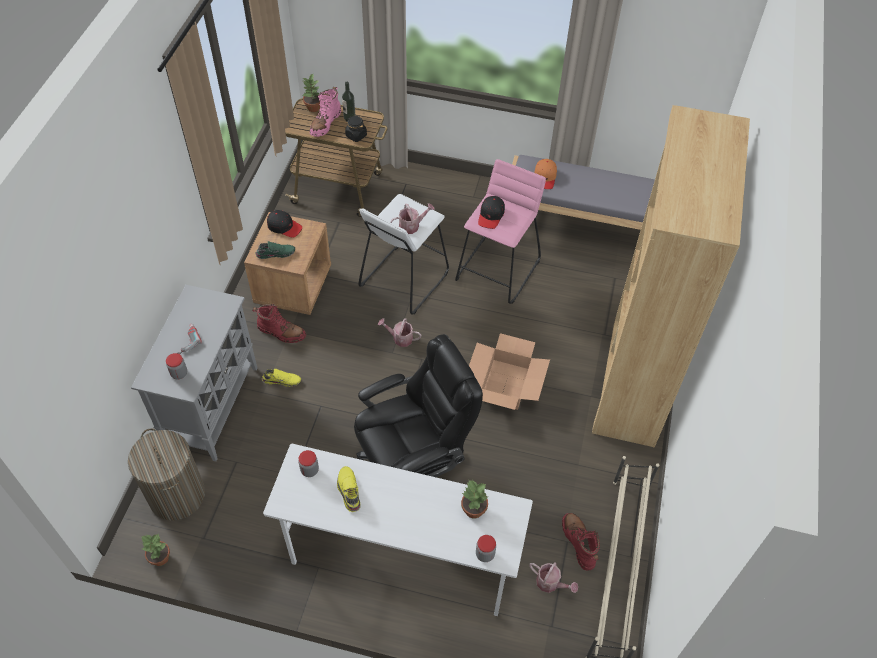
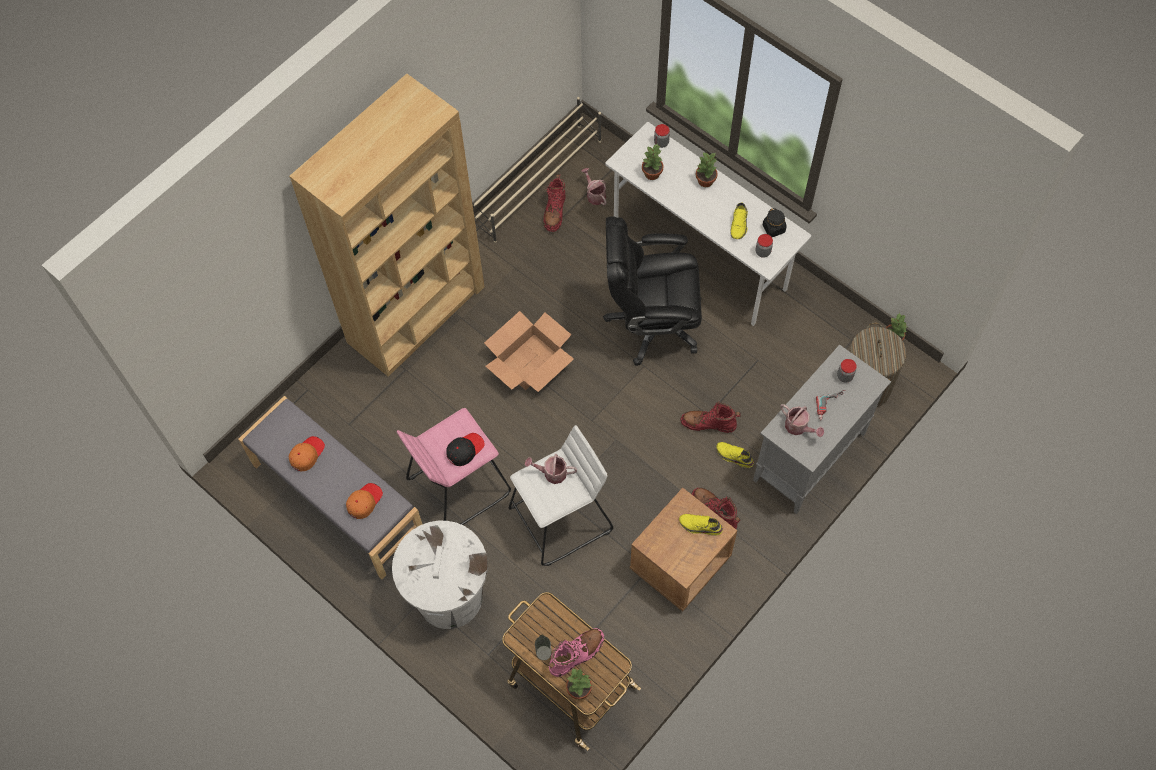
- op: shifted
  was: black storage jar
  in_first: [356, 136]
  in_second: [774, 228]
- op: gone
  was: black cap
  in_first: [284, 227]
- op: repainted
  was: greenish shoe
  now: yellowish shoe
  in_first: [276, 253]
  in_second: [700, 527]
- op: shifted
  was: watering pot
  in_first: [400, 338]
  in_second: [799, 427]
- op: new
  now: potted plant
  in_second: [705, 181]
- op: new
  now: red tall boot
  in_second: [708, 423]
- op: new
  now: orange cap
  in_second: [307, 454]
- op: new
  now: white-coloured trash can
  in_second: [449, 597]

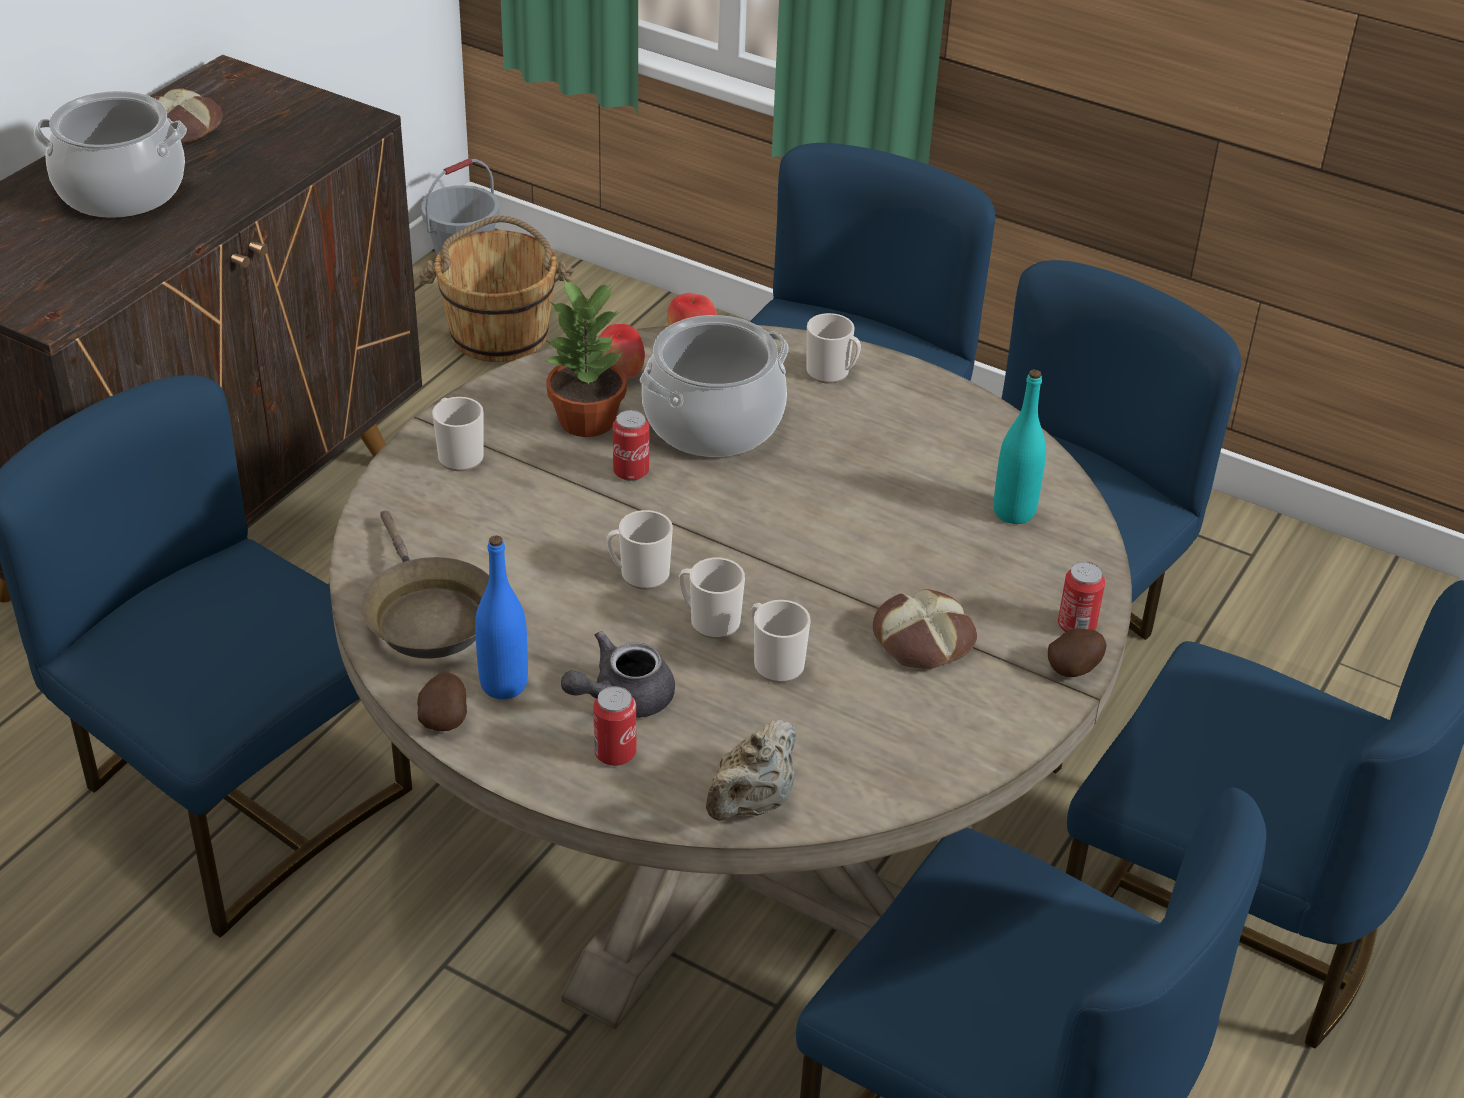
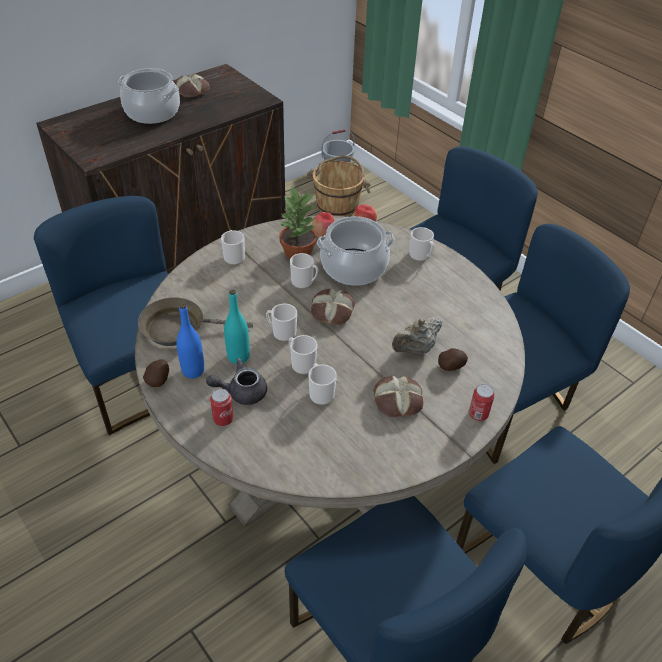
- op: shifted
  was: turquoise-coloured bottle
  in_first: [1014, 512]
  in_second: [238, 357]
- op: swapped
  was: can
  now: mug
  in_first: [631, 472]
  in_second: [304, 282]
- op: rotated
  was: brown pan
  in_first: [427, 615]
  in_second: [179, 328]
  clockwise: 90
- op: shifted
  was: potato
  in_first: [1075, 668]
  in_second: [451, 366]
- op: shifted
  was: beige-coloured tea pot
  in_first: [751, 804]
  in_second: [415, 350]
- op: new
  now: bakery bread
  in_second: [331, 311]

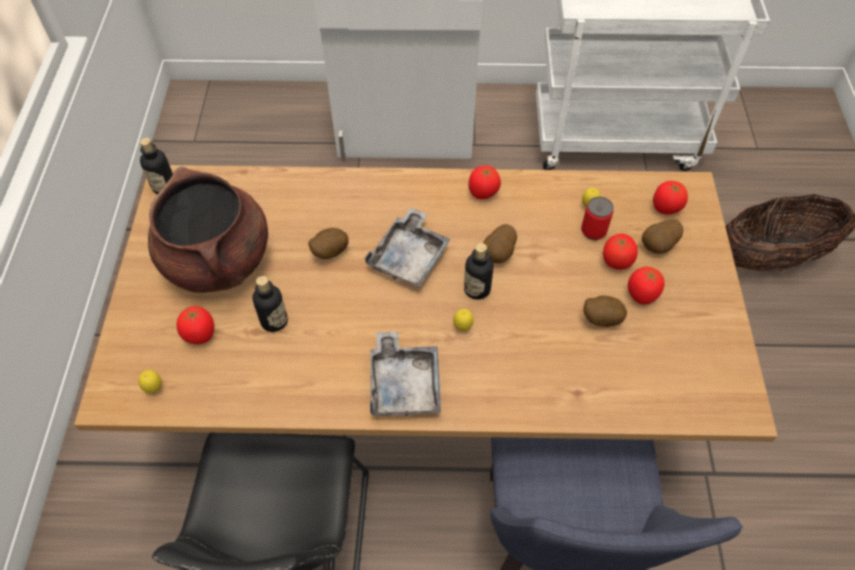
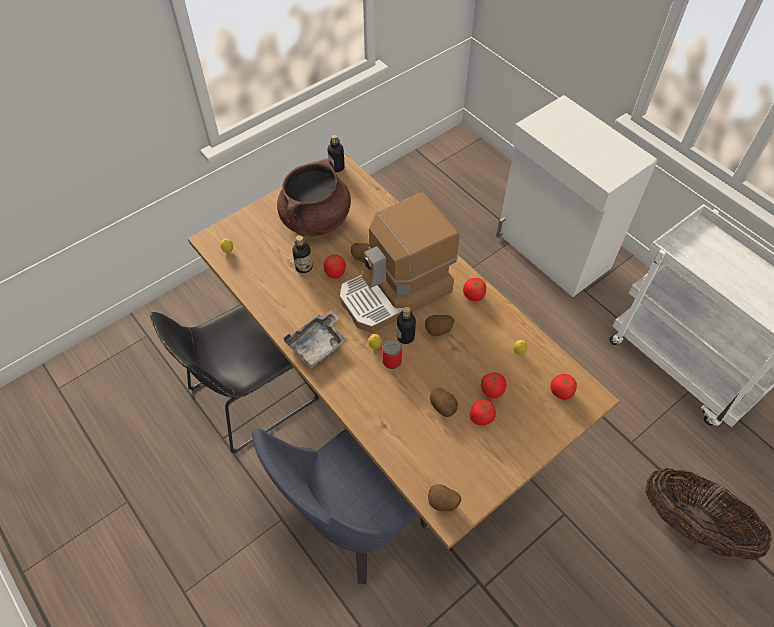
- op: shifted
  was: can
  in_first: [593, 231]
  in_second: [391, 361]
- op: swapped
  was: gray tray
  now: coffee maker
  in_first: [409, 257]
  in_second: [396, 293]
- op: shifted
  was: potato
  in_first: [659, 246]
  in_second: [442, 503]
- op: shifted
  was: fresh tomato
  in_first: [200, 334]
  in_second: [335, 273]

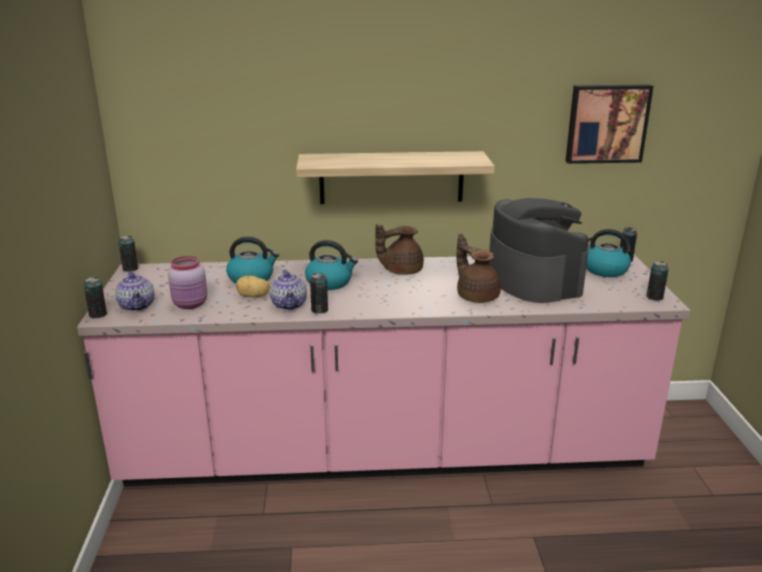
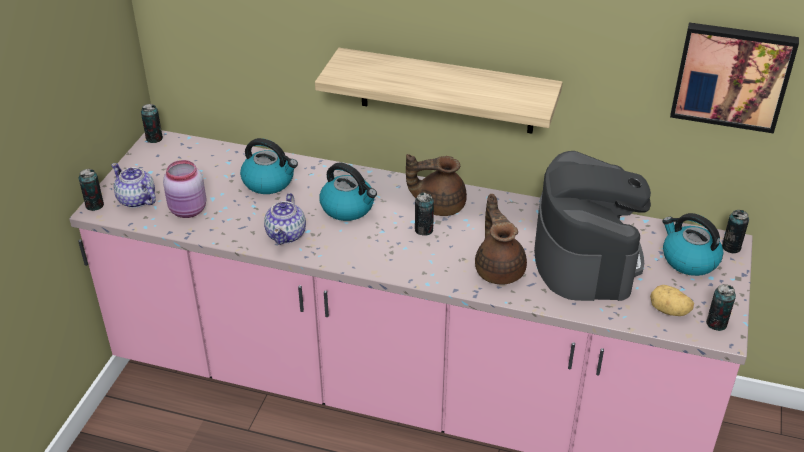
- op: rotated
  was: tea pot
  in_first: [137, 305]
  in_second: [136, 200]
  clockwise: 135
- op: shifted
  was: can
  in_first: [319, 310]
  in_second: [424, 230]
- op: shifted
  was: potato
  in_first: [253, 296]
  in_second: [669, 311]

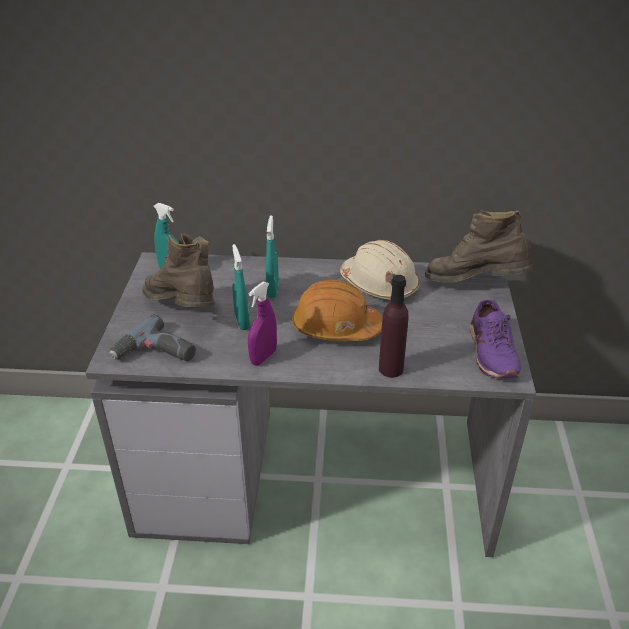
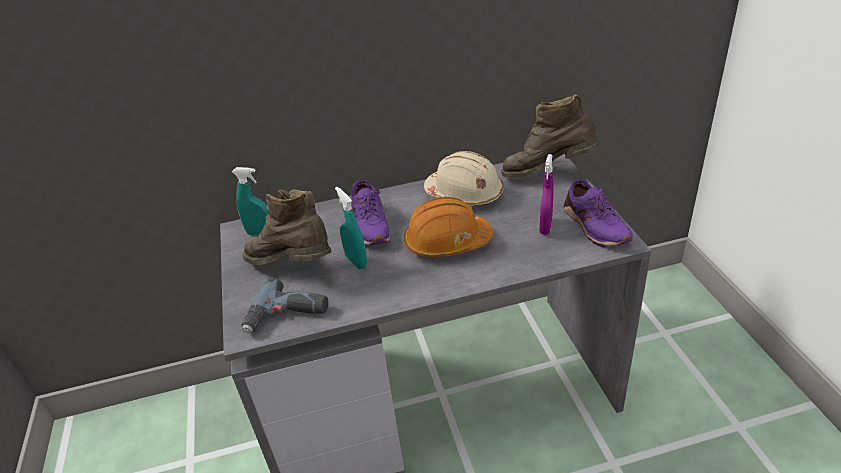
- op: swapped
  was: turquoise-coloured spray bottle
  now: purplish shoe
  in_first: [273, 290]
  in_second: [369, 225]
- op: gone
  was: purplish bottle
  in_first: [391, 369]
- op: shifted
  was: purplish spray bottle
  in_first: [263, 357]
  in_second: [545, 227]

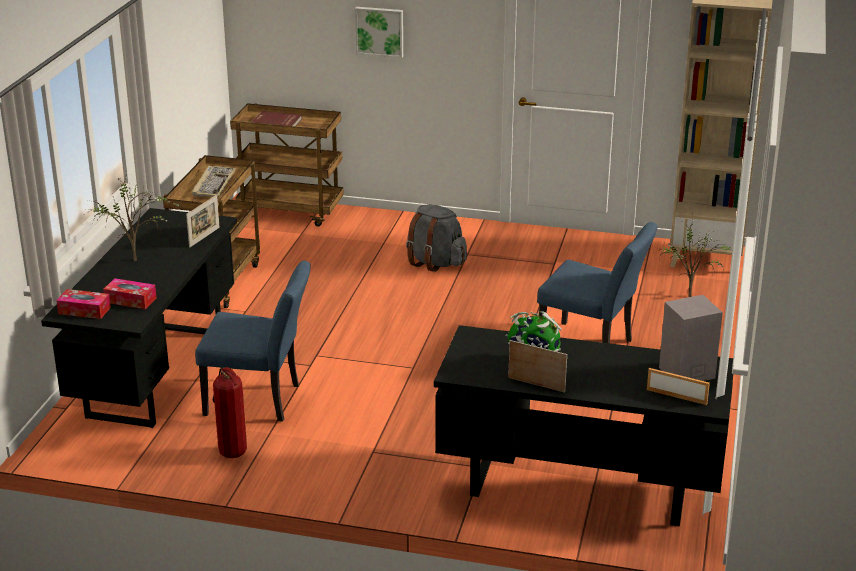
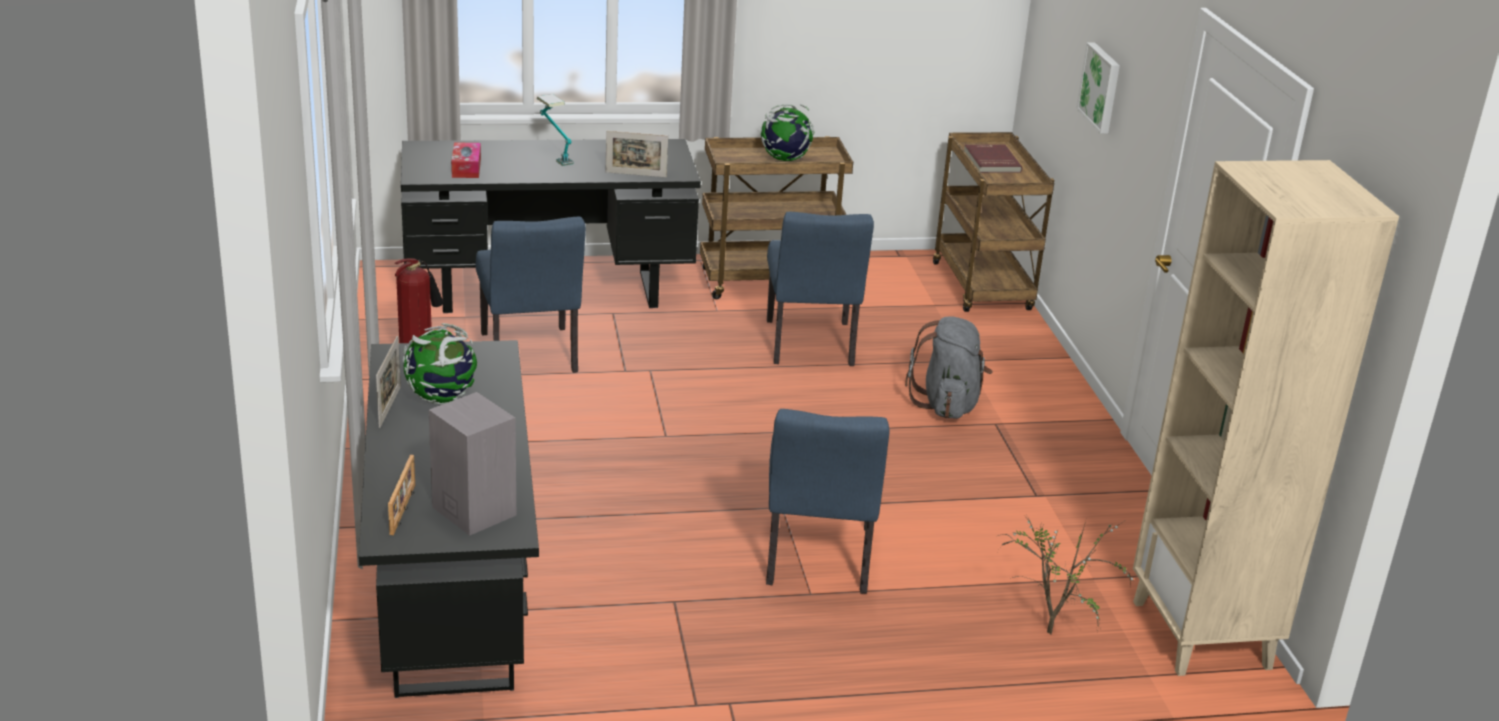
- op: swapped
  was: keyboard
  now: globe
  in_first: [213, 184]
  in_second: [784, 159]
- op: swapped
  was: potted plant
  now: tabletop lamp
  in_first: [137, 261]
  in_second: [554, 155]
- op: gone
  was: tissue holder
  in_first: [84, 310]
- op: new
  now: blue-coloured plain chair
  in_second: [810, 347]

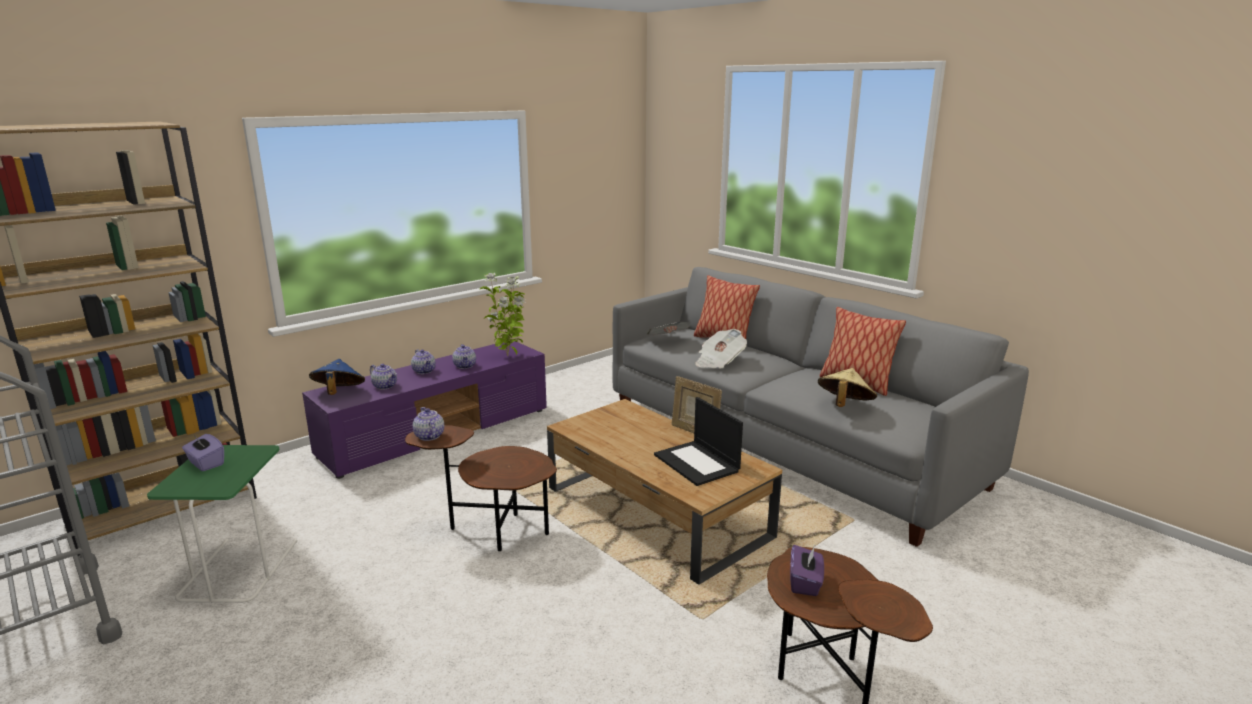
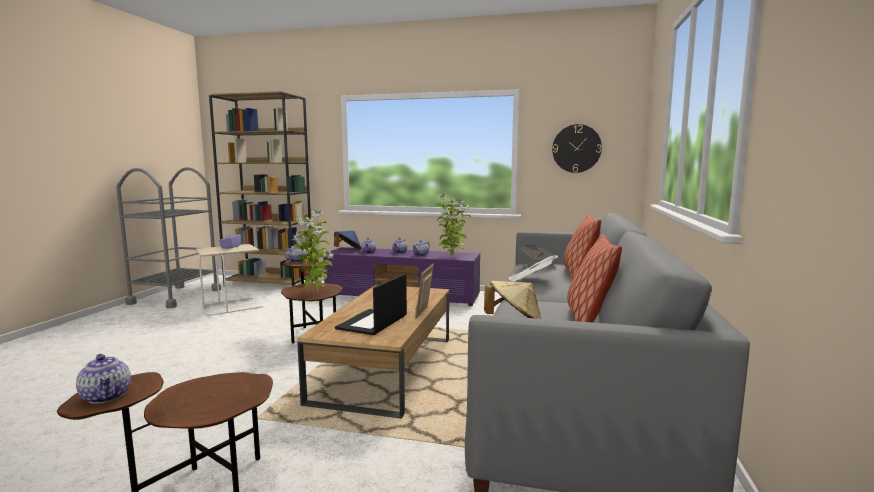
- op: repainted
  was: greenish side table
  now: beige-coloured side table
  in_first: [238, 570]
  in_second: [232, 307]
- op: gone
  was: purplish tissue holder
  in_first: [805, 583]
- op: new
  now: wall clock
  in_second: [576, 148]
- op: new
  now: potted plant
  in_second: [316, 293]
- op: new
  now: tea pot
  in_second: [107, 396]

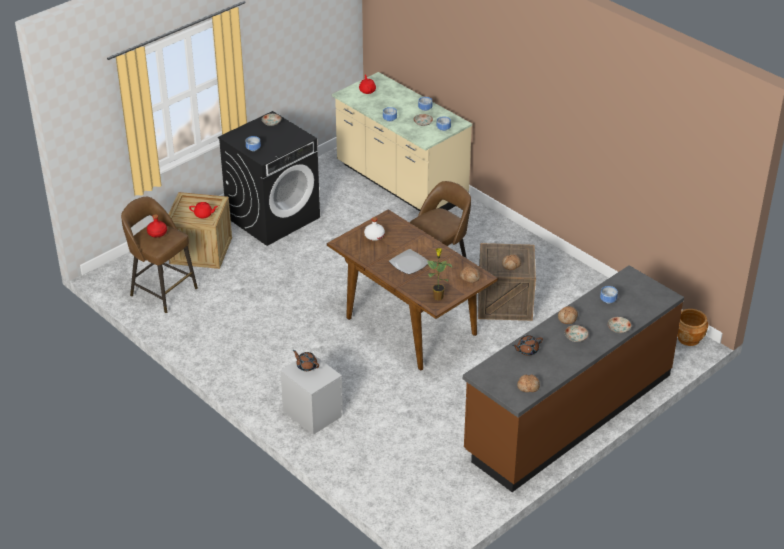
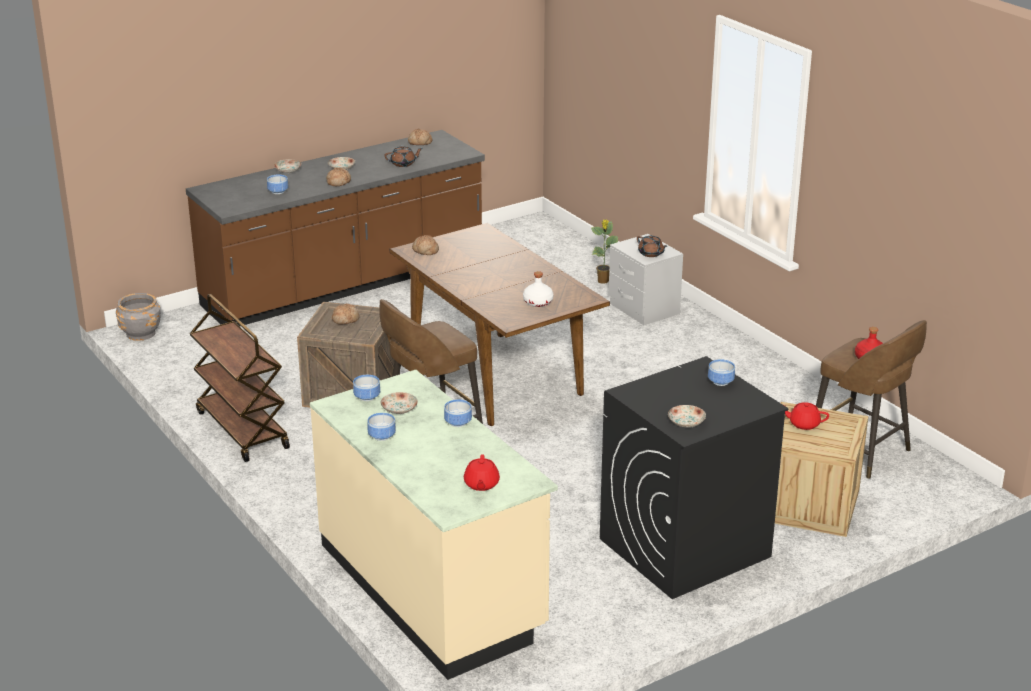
- op: shifted
  was: potted plant
  in_first: [438, 297]
  in_second: [603, 281]
- op: gone
  was: plate
  in_first: [409, 263]
- op: repainted
  was: brown planter
  now: gray planter
  in_first: [688, 338]
  in_second: [141, 333]
- op: new
  now: brown trolley
  in_second: [241, 429]

